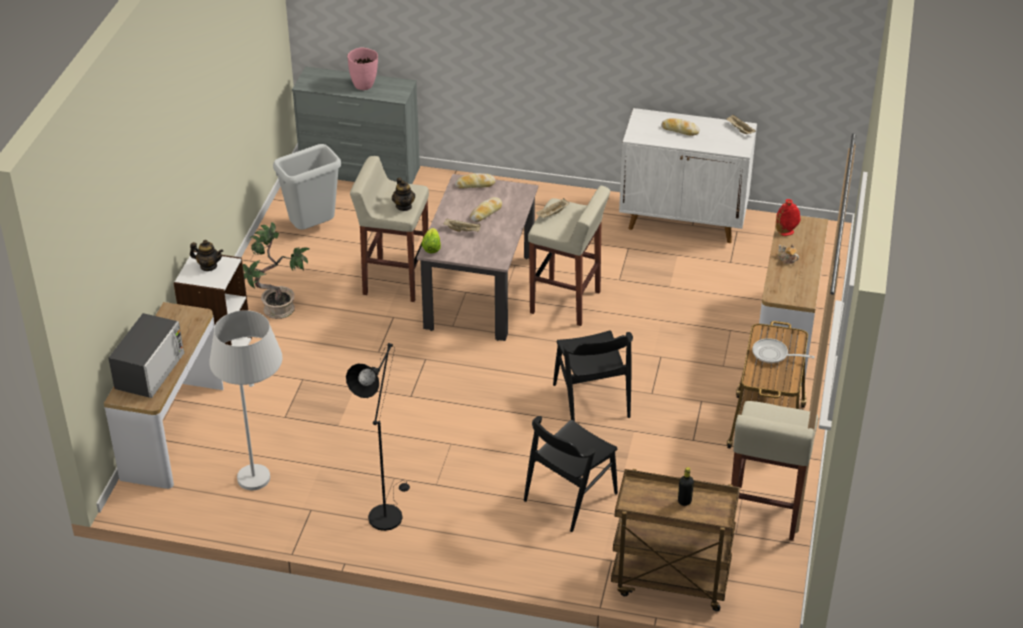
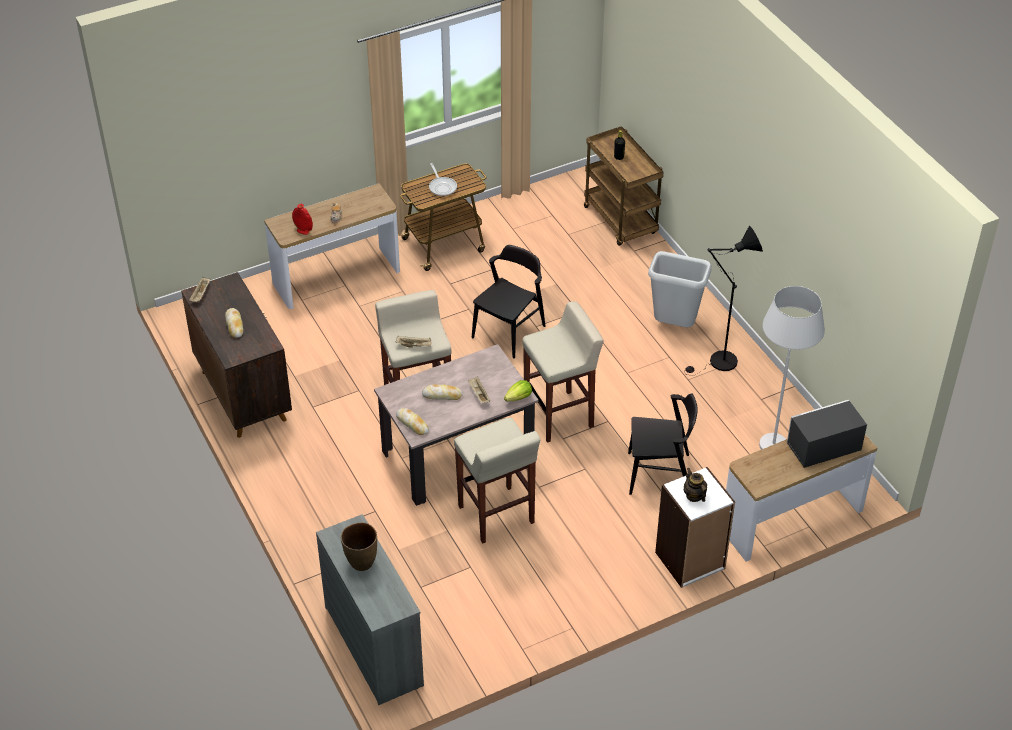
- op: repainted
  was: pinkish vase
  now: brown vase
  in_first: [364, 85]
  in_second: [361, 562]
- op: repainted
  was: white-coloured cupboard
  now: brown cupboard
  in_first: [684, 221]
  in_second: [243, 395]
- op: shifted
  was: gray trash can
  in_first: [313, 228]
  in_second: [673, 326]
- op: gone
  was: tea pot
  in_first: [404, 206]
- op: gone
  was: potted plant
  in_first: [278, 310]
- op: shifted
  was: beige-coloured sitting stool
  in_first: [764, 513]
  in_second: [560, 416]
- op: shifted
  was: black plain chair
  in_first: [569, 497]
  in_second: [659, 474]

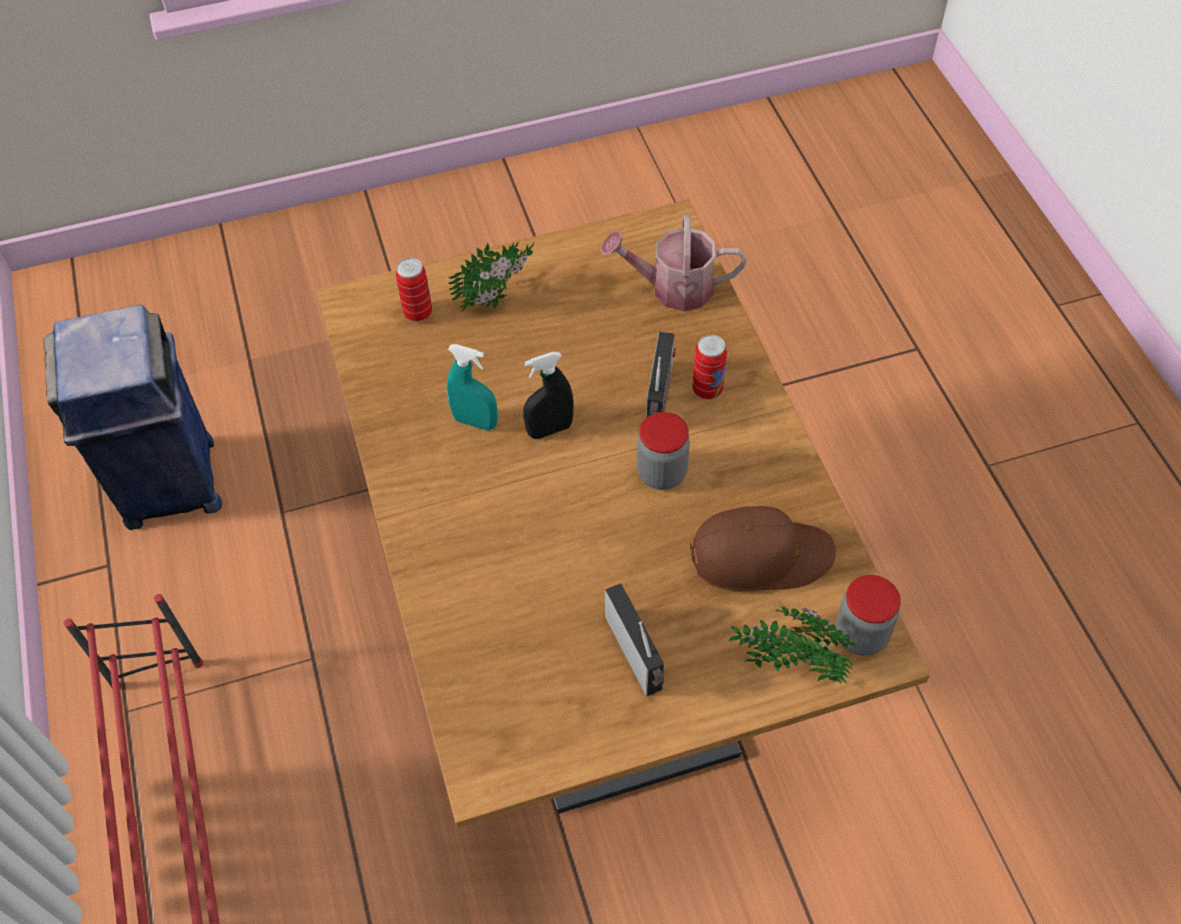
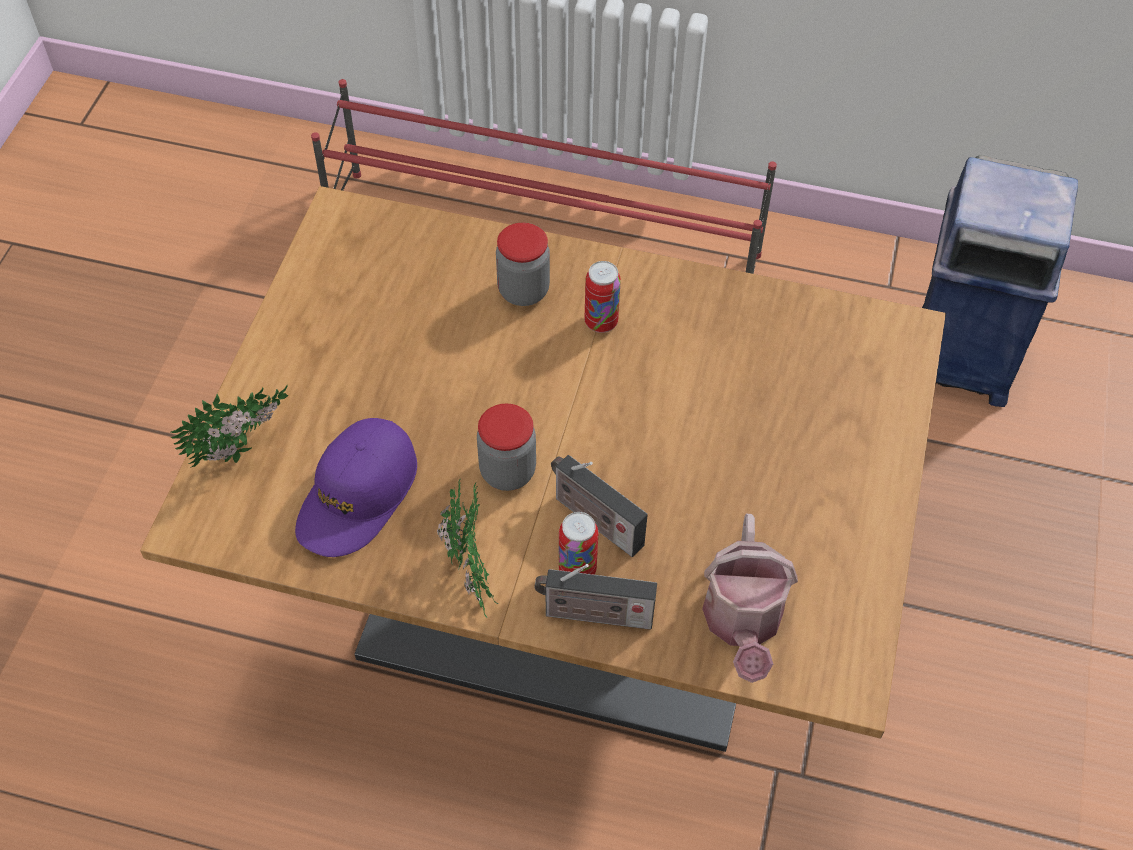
- op: rotated
  was: watering pot
  in_first: [673, 288]
  in_second: [742, 623]
  clockwise: 150
- op: shifted
  was: potted plant
  in_first: [499, 299]
  in_second: [471, 575]
- op: shifted
  was: can
  in_first: [418, 313]
  in_second: [601, 322]
- op: gone
  was: turquoise-coloured spray bottle
  in_first: [475, 422]
- op: gone
  was: black spray bottle
  in_first: [550, 429]
- op: repainted
  was: brown cap
  now: purplish cap
  in_first: [761, 556]
  in_second: [357, 496]
- op: shifted
  was: storage jar
  in_first: [860, 635]
  in_second: [523, 290]
- op: shifted
  was: radio
  in_first: [637, 656]
  in_second: [593, 615]

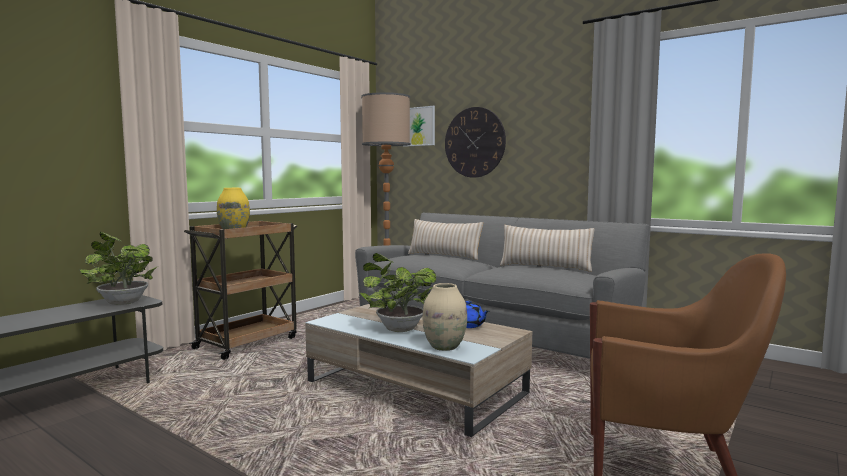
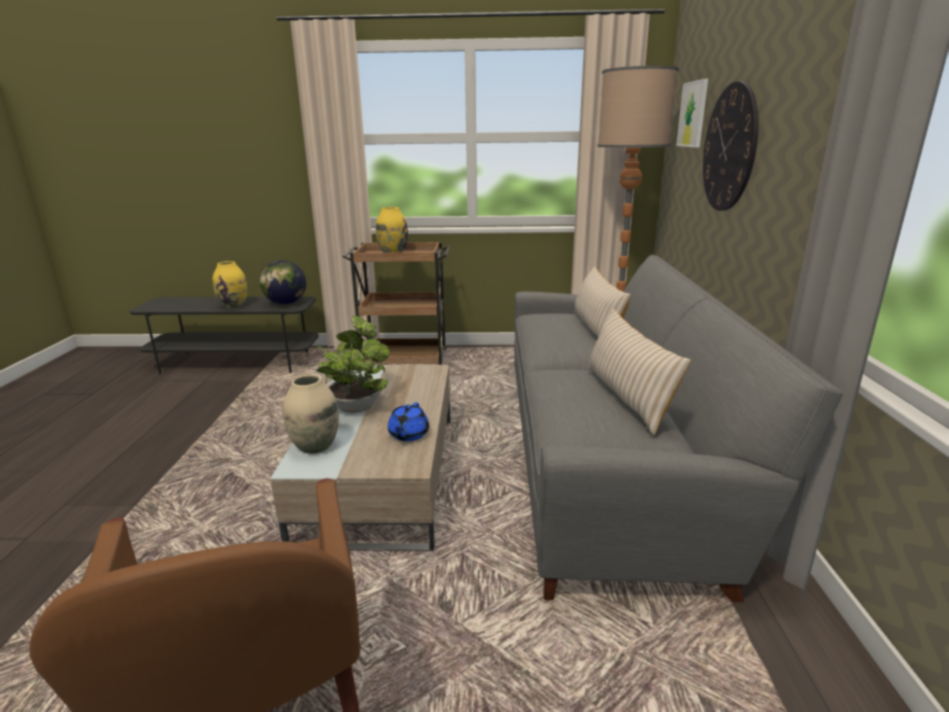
- op: swapped
  was: potted plant
  now: globe
  in_first: [121, 302]
  in_second: [286, 303]
- op: new
  now: yellowish vase
  in_second: [234, 305]

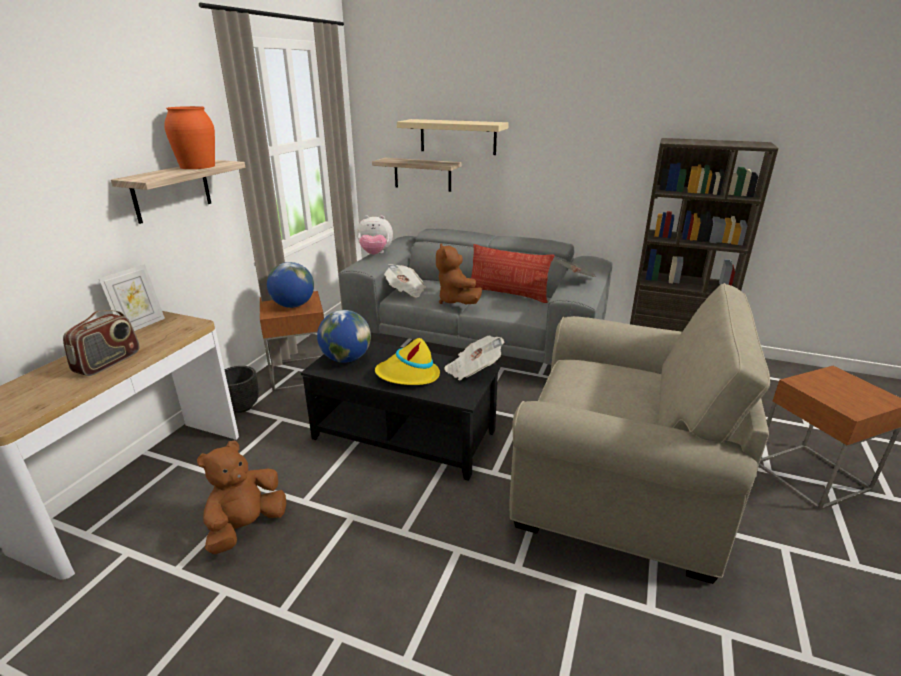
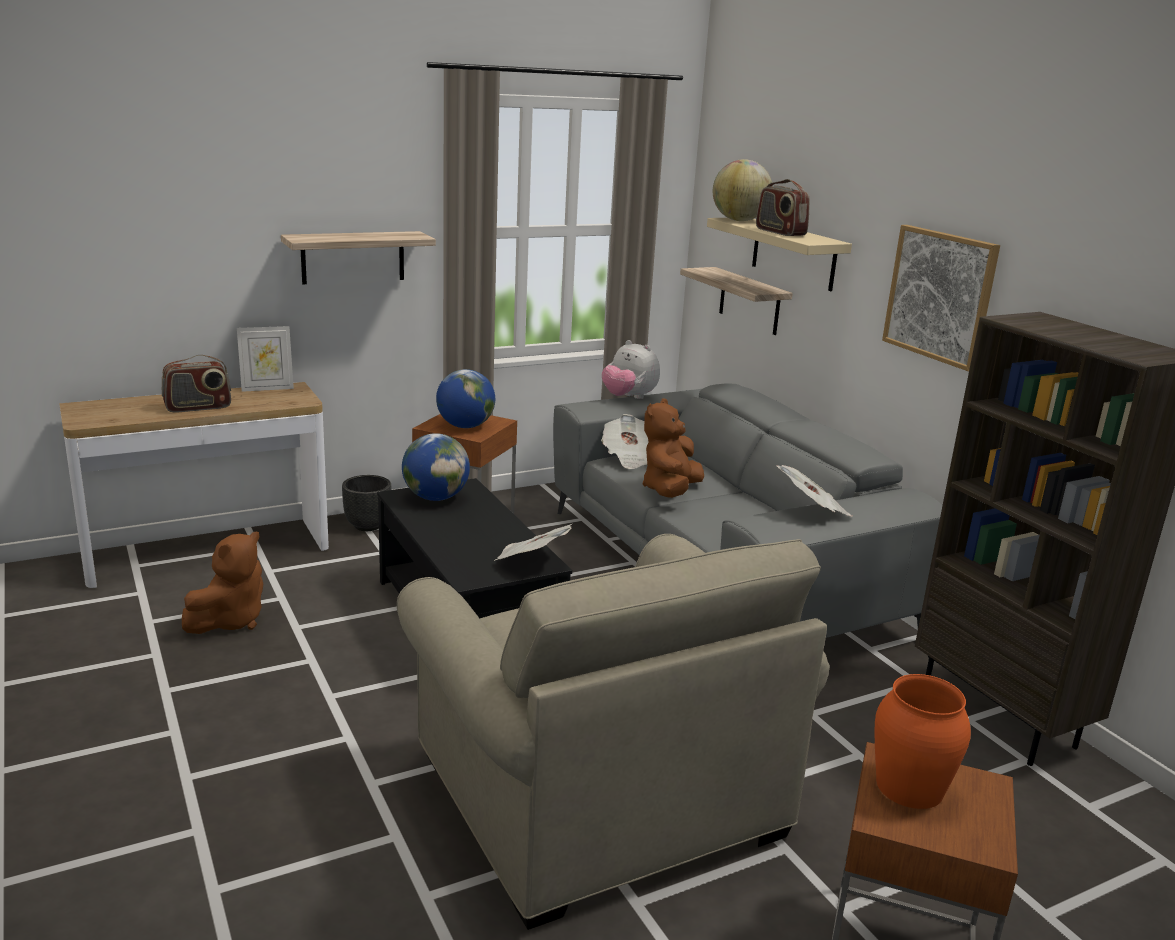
- op: shifted
  was: orange vase
  in_first: [198, 166]
  in_second: [910, 786]
- op: gone
  was: throw pillow
  in_first: [507, 294]
- op: gone
  was: yellowish hat
  in_first: [408, 376]
- op: rotated
  was: brown cuddly toy
  in_first: [246, 527]
  in_second: [230, 621]
  clockwise: 135
- op: new
  now: globe
  in_second: [739, 220]
- op: new
  now: radio
  in_second: [780, 232]
- op: new
  now: wall picture
  in_second: [940, 295]

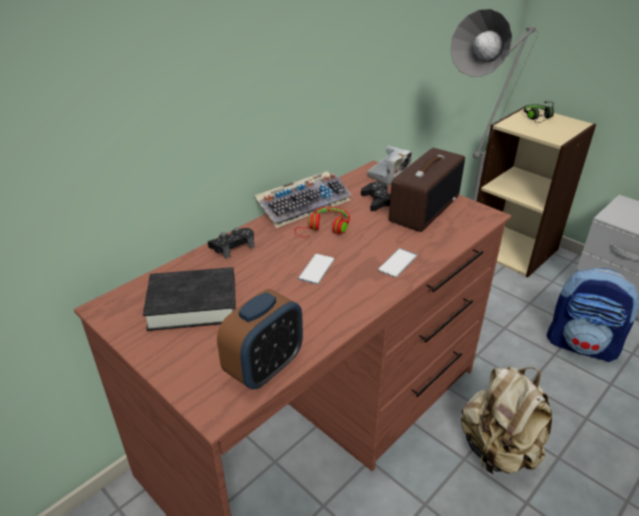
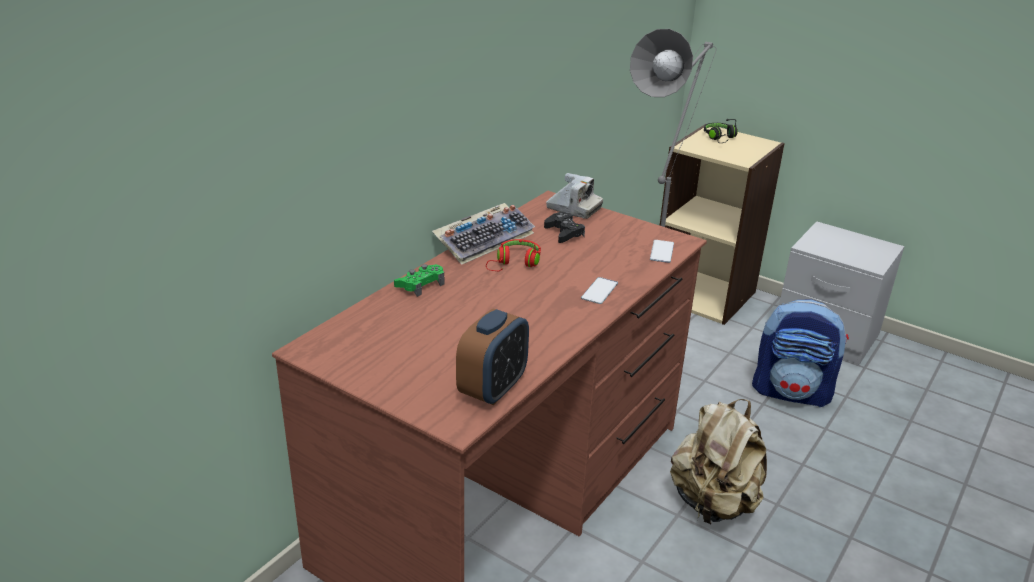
- op: gone
  was: radio
  in_first: [424, 208]
- op: repainted
  was: black game controller
  now: greenish game controller
  in_first: [232, 246]
  in_second: [420, 285]
- op: shifted
  was: telephone
  in_first: [316, 269]
  in_second: [662, 251]
- op: gone
  was: black volume
  in_first: [193, 304]

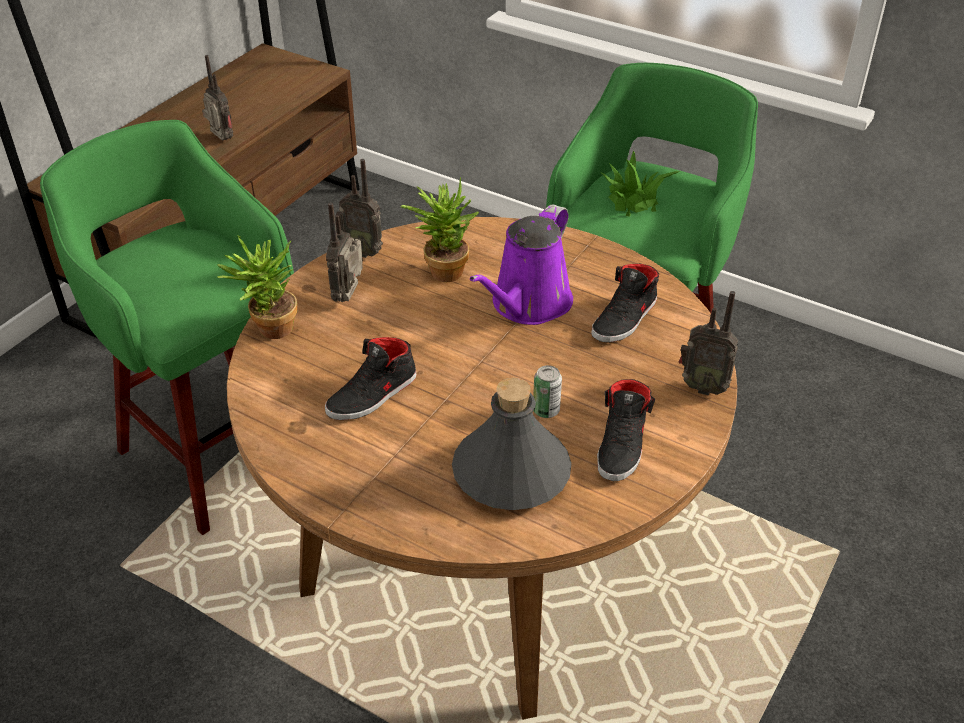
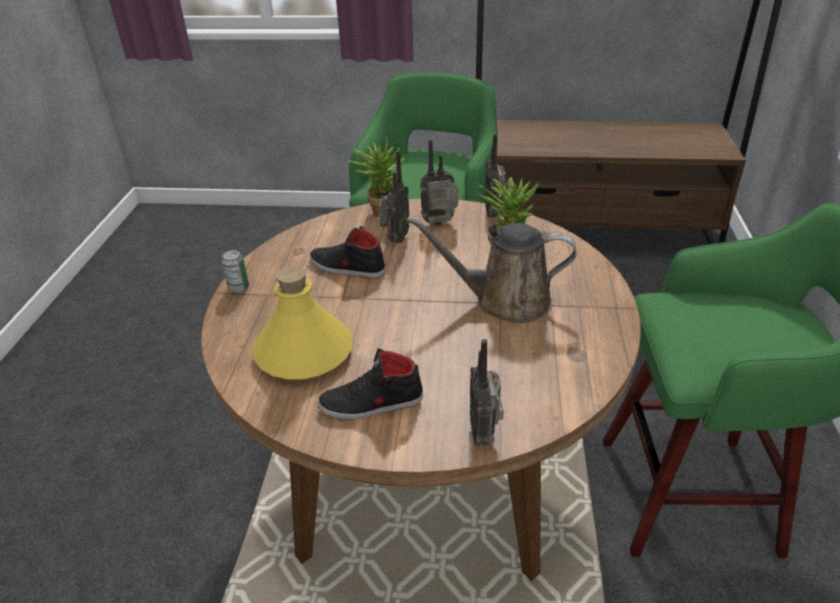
- op: shifted
  was: radio
  in_first: [221, 140]
  in_second: [394, 240]
- op: gone
  was: potted plant
  in_first: [632, 199]
- op: repainted
  was: purplish watering pot
  now: brown watering pot
  in_first: [527, 305]
  in_second: [504, 301]
- op: gone
  was: black shoe
  in_first: [625, 319]
- op: shifted
  was: can
  in_first: [546, 410]
  in_second: [238, 288]
- op: repainted
  was: gray bottle
  now: yellowish bottle
  in_first: [512, 473]
  in_second: [304, 353]

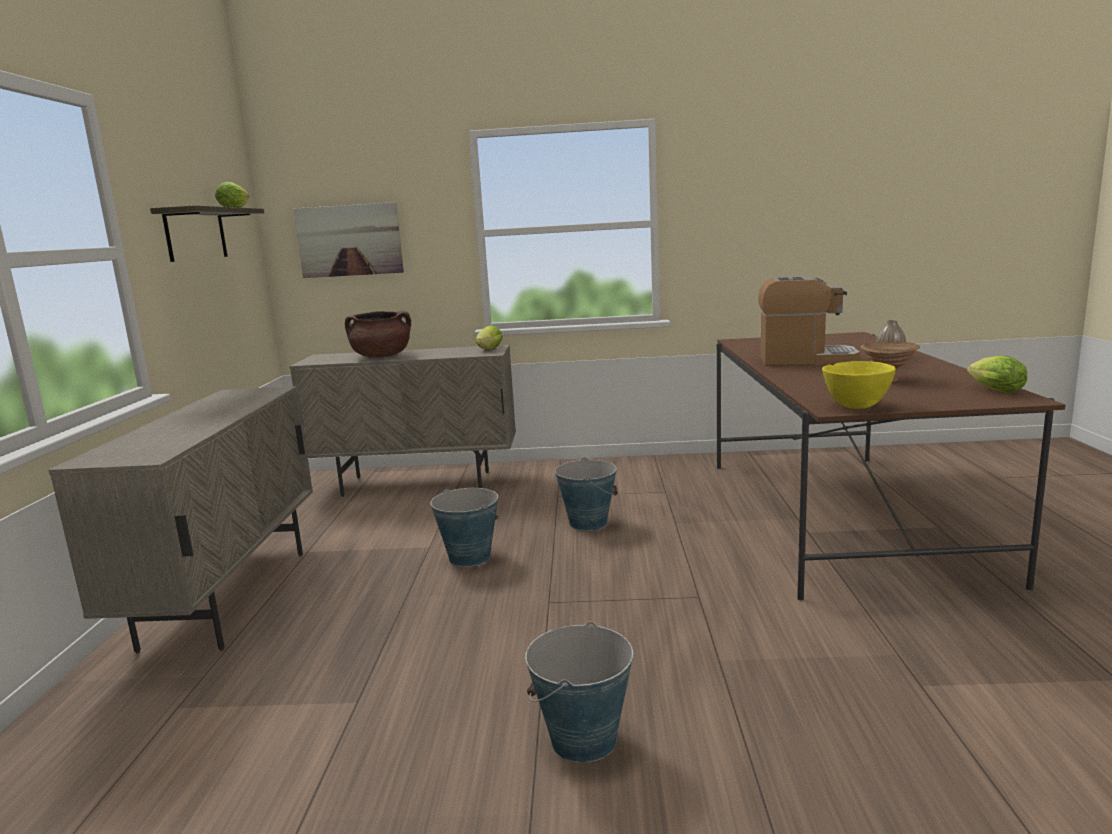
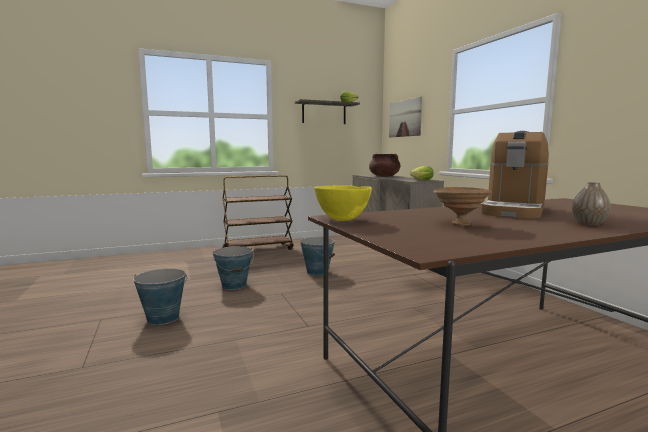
- op: rotated
  was: coffee maker
  in_first: [806, 360]
  in_second: [514, 210]
  clockwise: 45
- op: gone
  was: lettuce head
  in_first: [992, 390]
- op: swapped
  was: beige-coloured cupboard
  now: brown trolley
  in_first: [229, 597]
  in_second: [258, 249]
- op: shifted
  was: water bucket
  in_first: [588, 523]
  in_second: [234, 285]

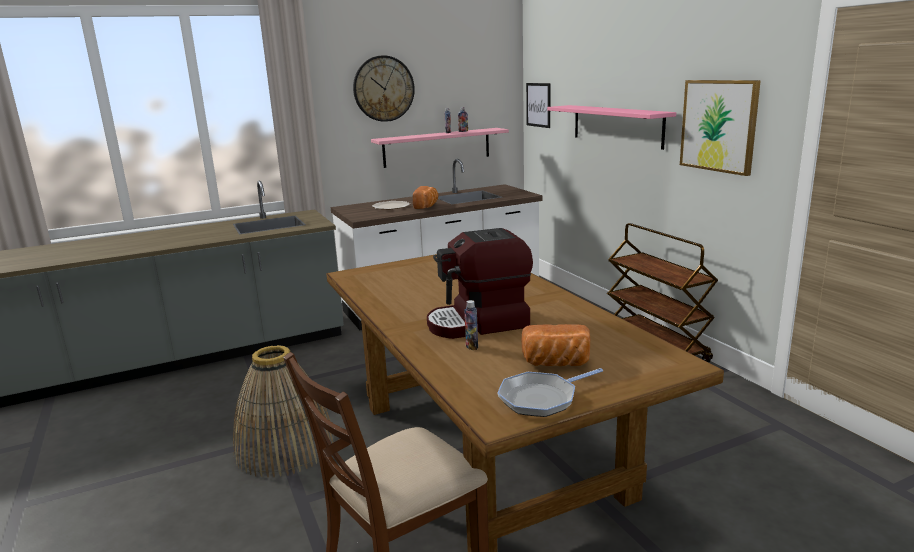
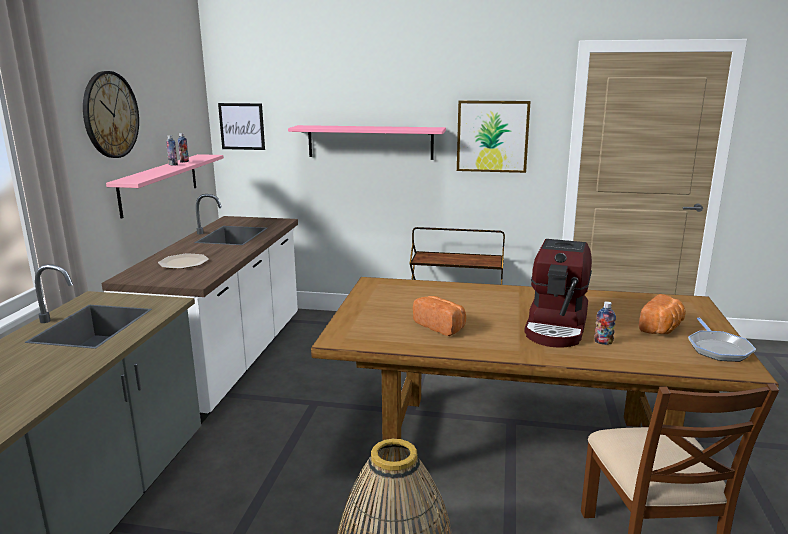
- op: shifted
  was: bakery bread
  in_first: [427, 206]
  in_second: [441, 326]

